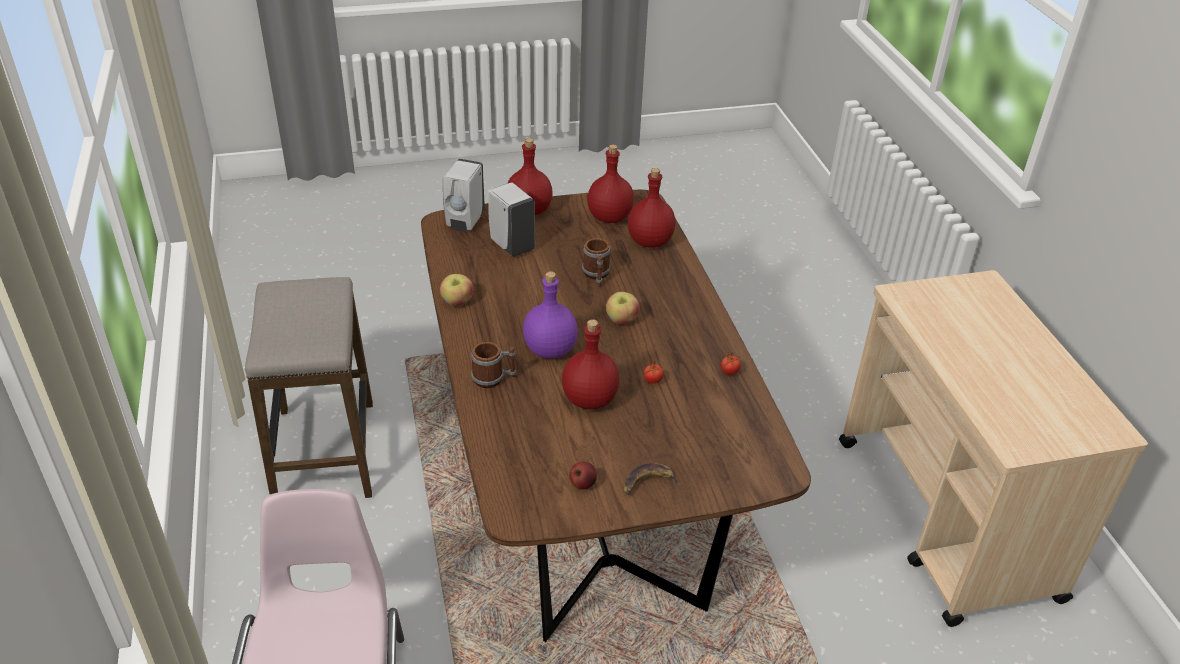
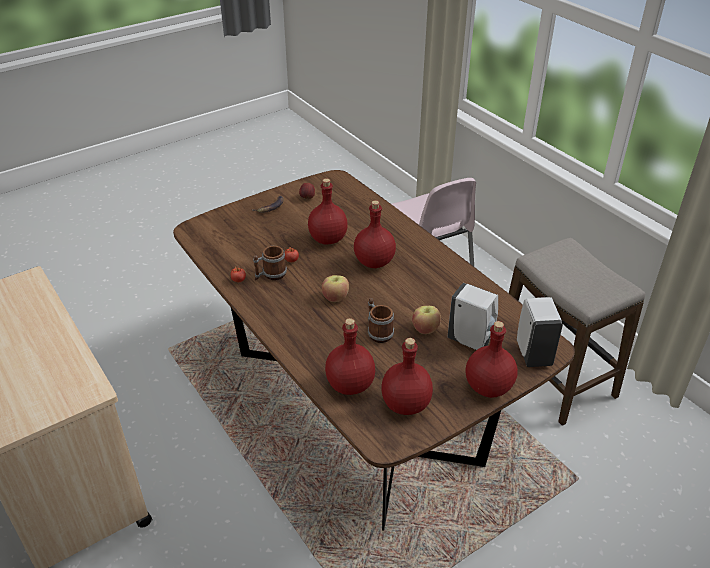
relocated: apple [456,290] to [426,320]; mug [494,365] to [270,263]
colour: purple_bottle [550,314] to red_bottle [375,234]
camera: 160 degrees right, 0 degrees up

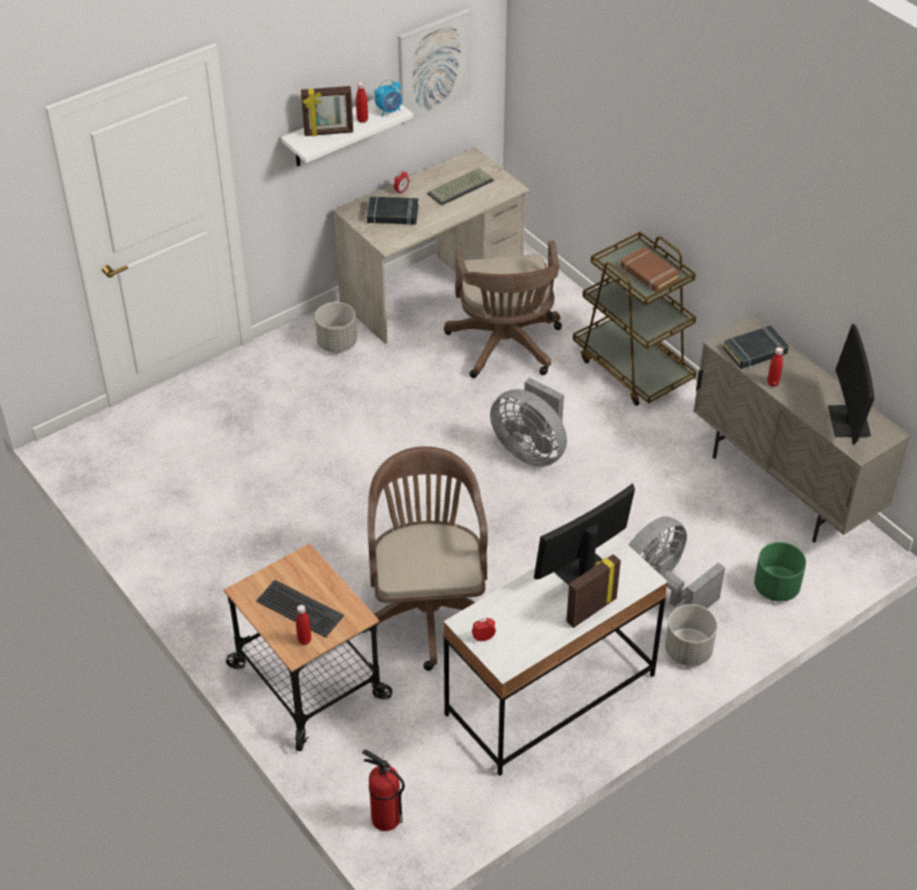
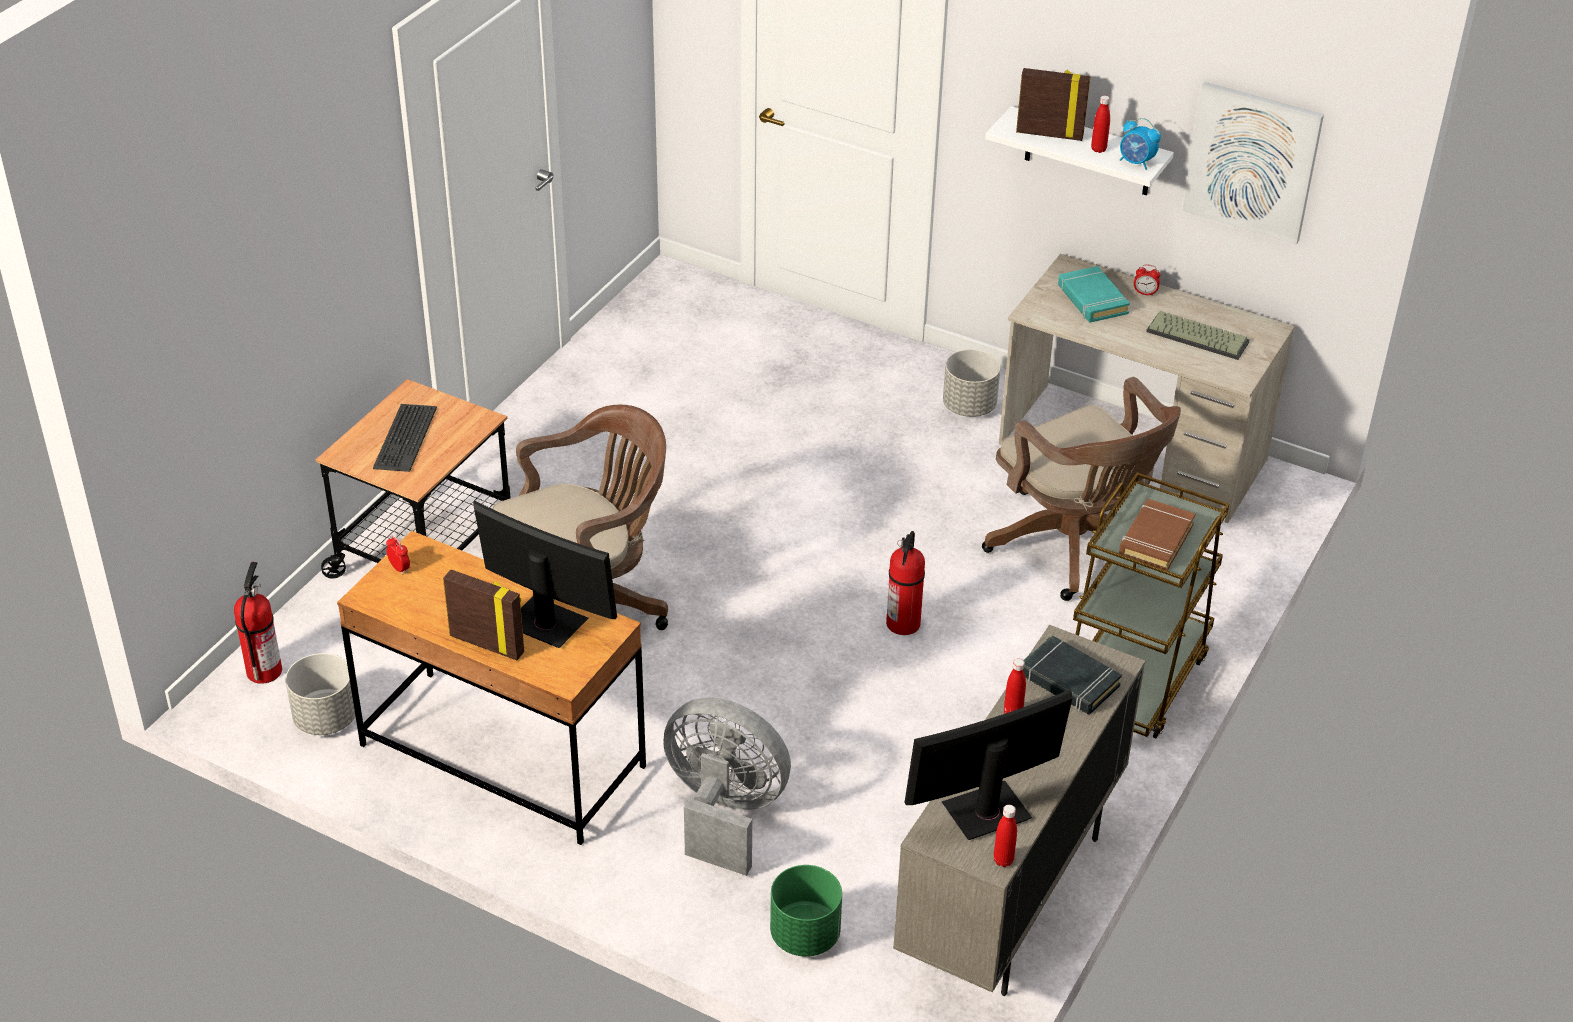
relocated: red_bottle [303,625] to [1005,836]; grey_planter [691,635] to [320,694]
exchanged: grey_fan [528,422] to fire_extinguisher [905,583]
colour: black_book [392,211] to turquoise_book [1094,294]; white_desk [555,655] to brown_desk [491,688]
spun: picture_frame [327,111] = [1053,104] 135 degrees clockwise; brown_office_chair [503,309] = [1081,489] 90 degrees counterclockwise
camera: 65 degrees right, 5 degrees down

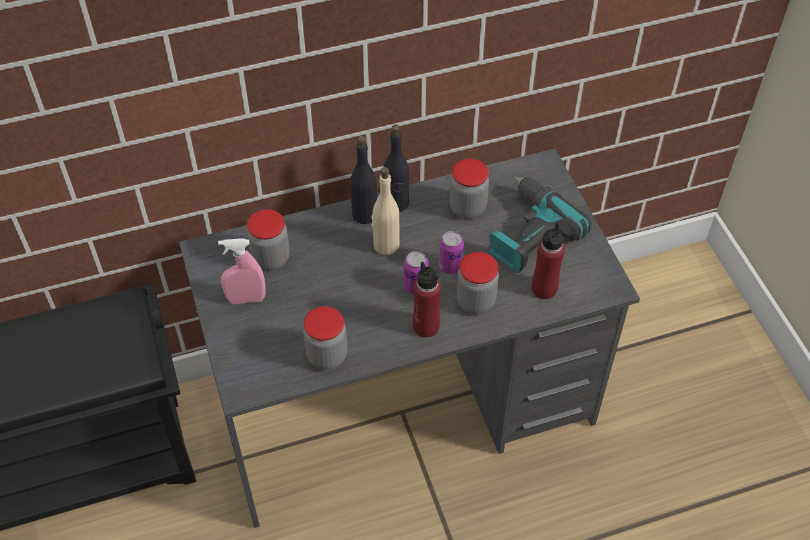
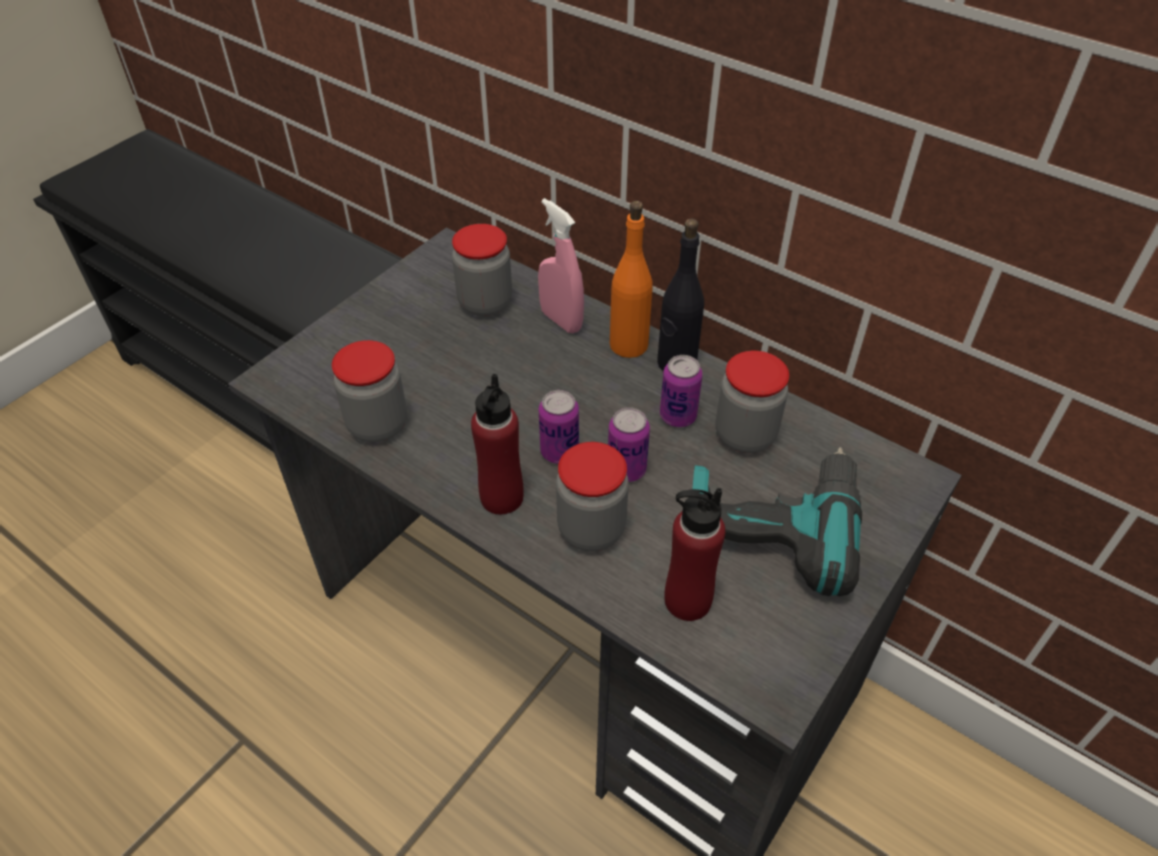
missing: beige_bottle [386,211]
appeared: can [681,391]
relocated: pink_spray_bottle [242,271] to [561,265]
colour: black_bottle [363,180] to orange_bottle [631,279]
camera: 55 degrees right, 5 degrees down

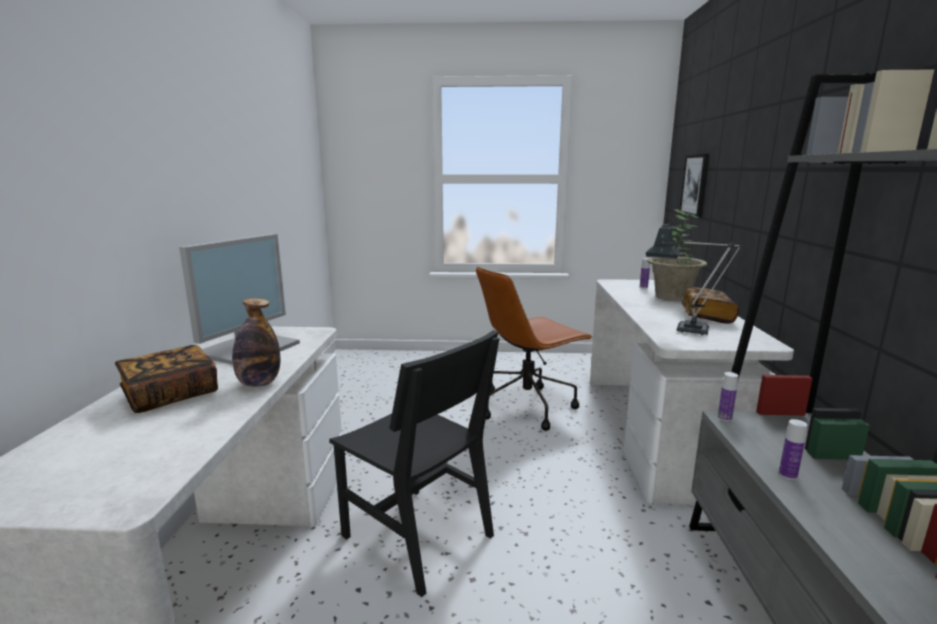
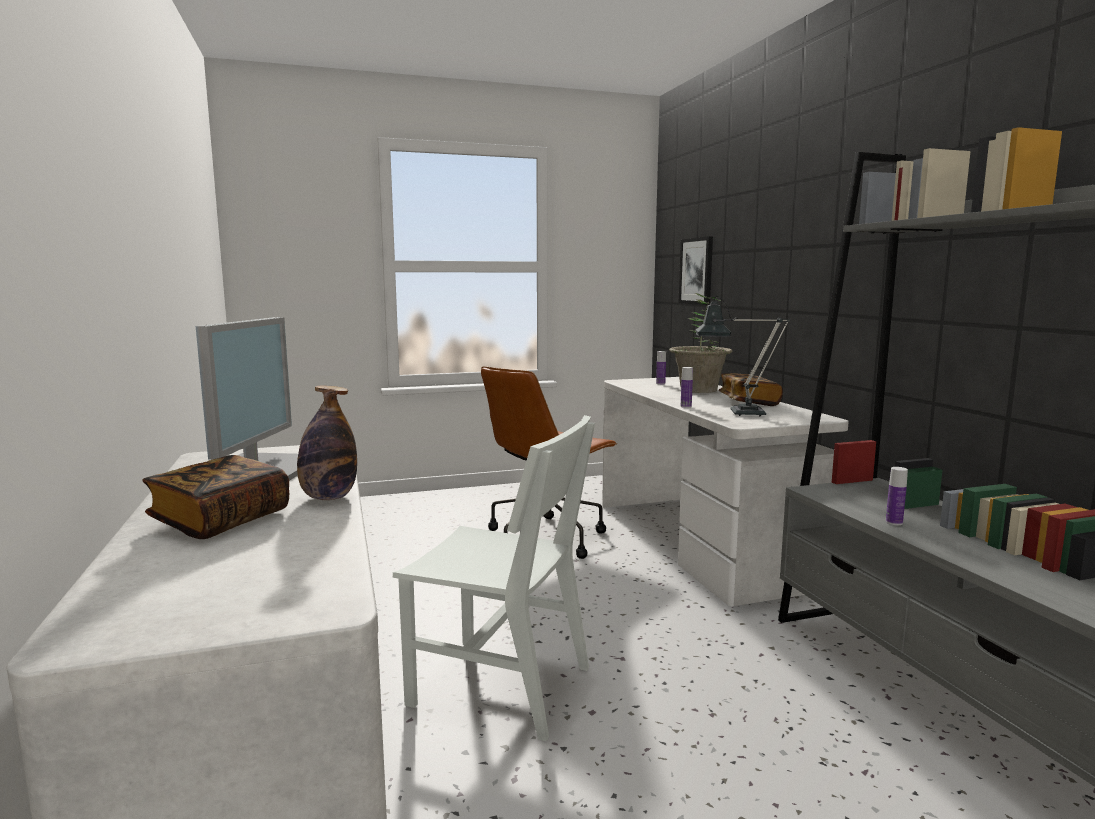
relocated: bottle [728,396] to [687,387]
colour: black_chair [414,463] to white_chair [494,578]
camera: 20 degrees left, 5 degrees down

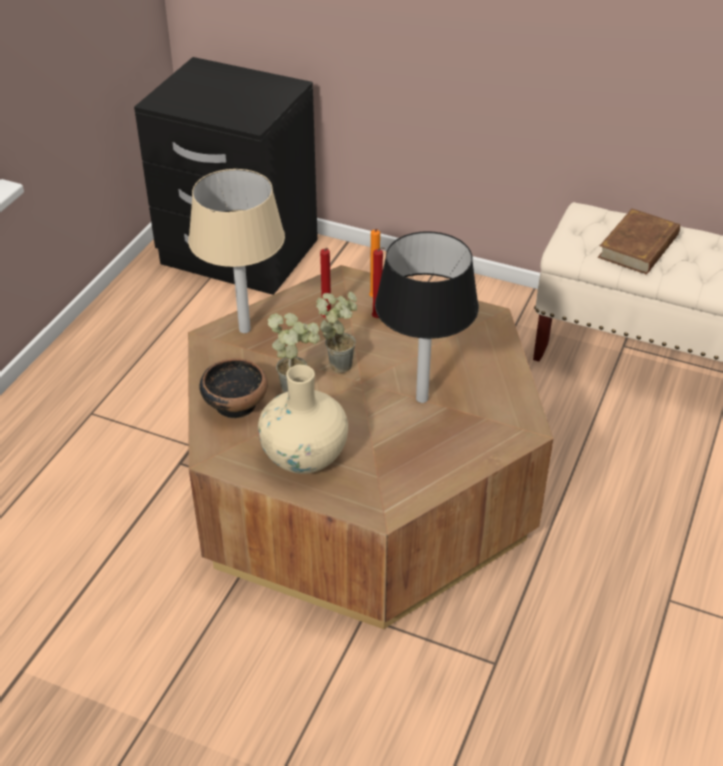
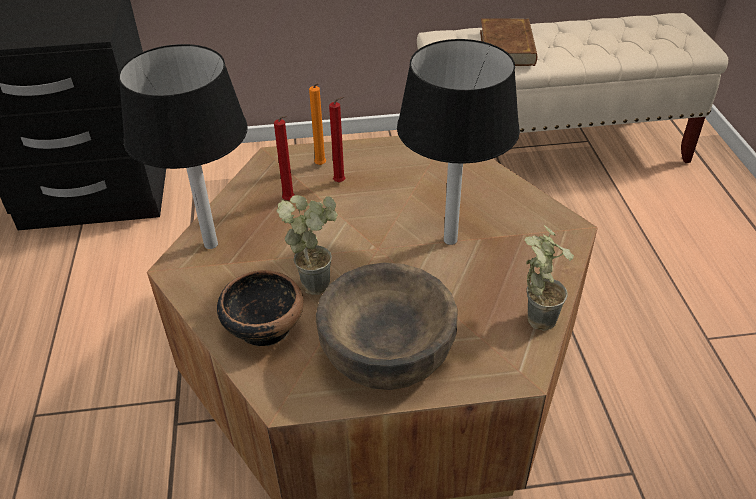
relocated: potted_plant [336,332] to [549,278]
exchanged: beige_vase [303,419] to brown_bowl [387,326]
colour: beige_table_lamp [236,251] to black_table_lamp [183,146]
camera: 30 degrees left, 0 degrees up

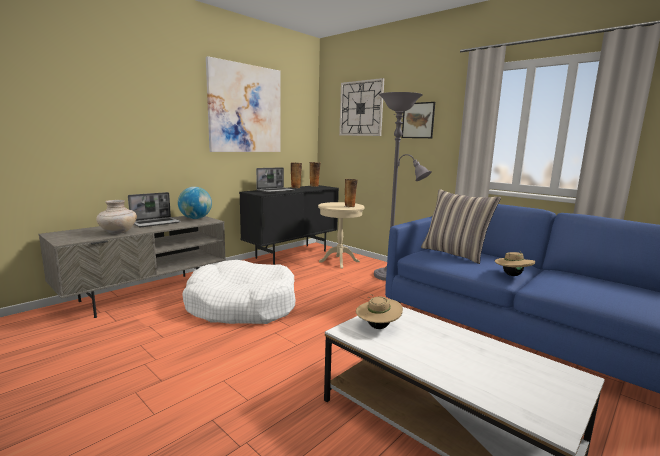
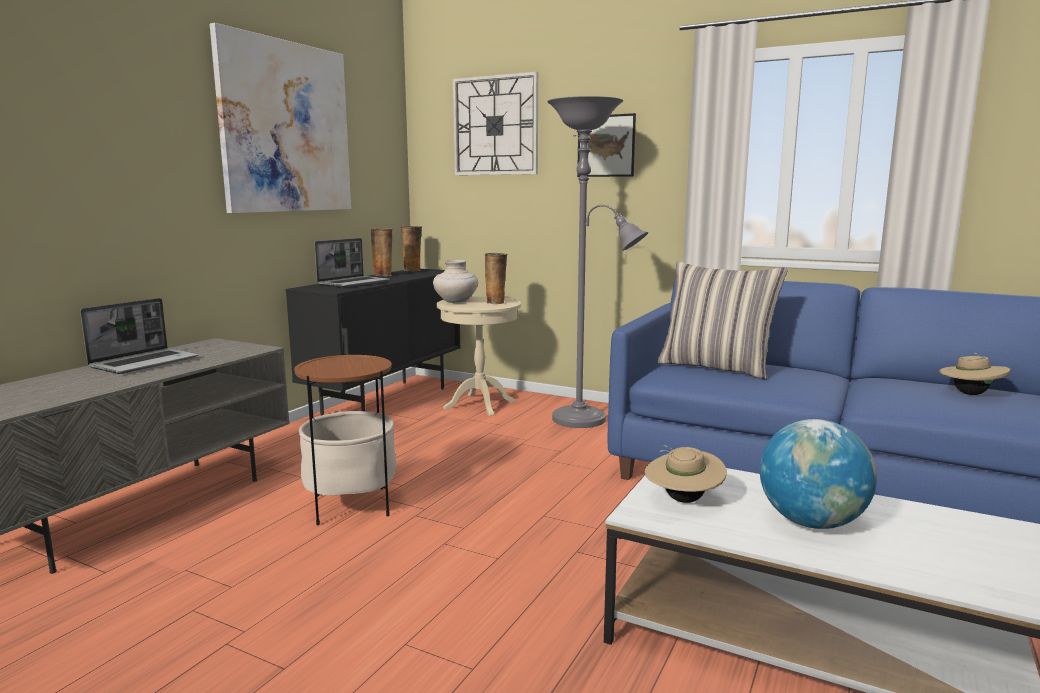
relocated: beige_vase [116,217] to [455,281]; globe [195,203] to [818,474]; beige_hat [515,263] to [975,373]
exchanged: white_dog_bed [238,292] to side_table [345,440]
camera: 15 degrees left, 0 degrees up

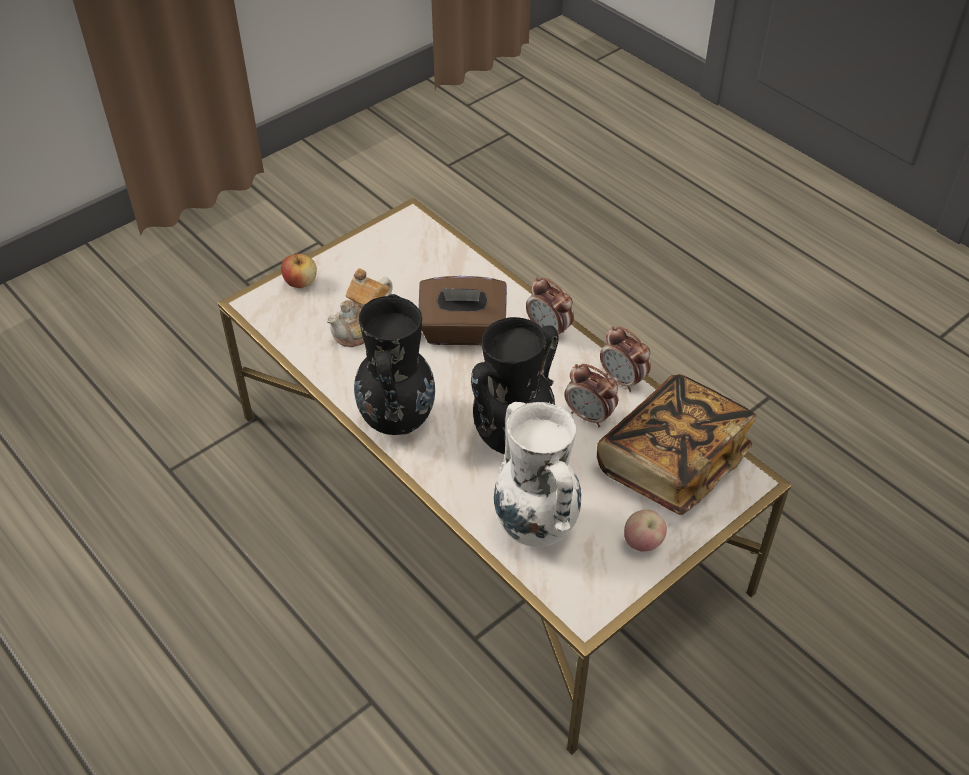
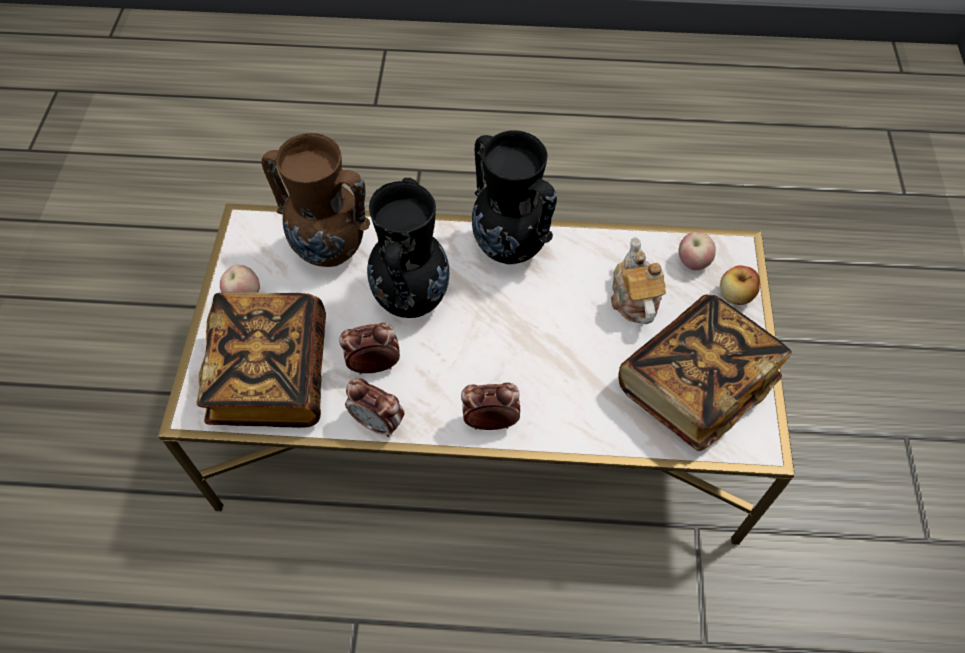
missing: brown_tissue_box [463,310]
appeared: book [705,373]; apple [697,251]
colour: white_vase [537,474] to brown_vase [315,200]
spun: alarm_clock [625,359] = [375,407] 150 degrees counterclockwise
camera: 135 degrees right, 10 degrees up

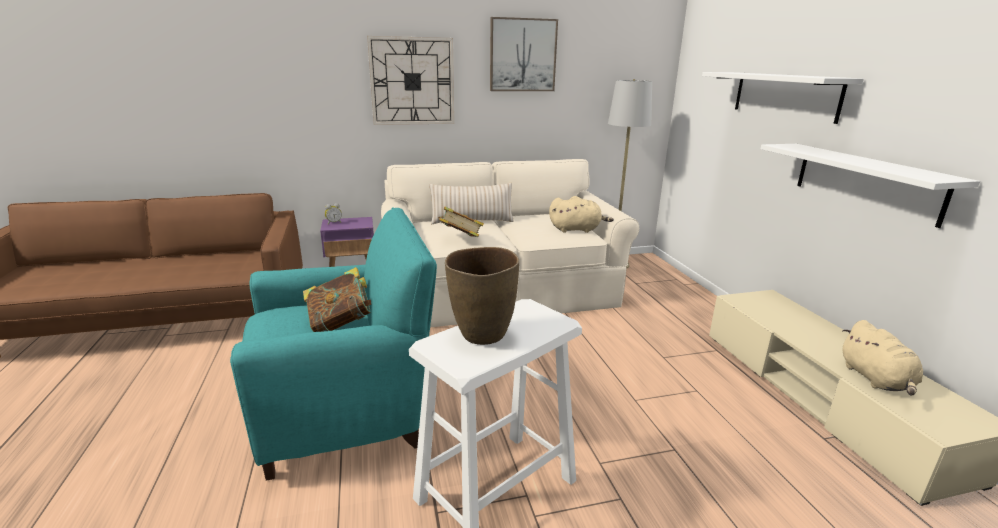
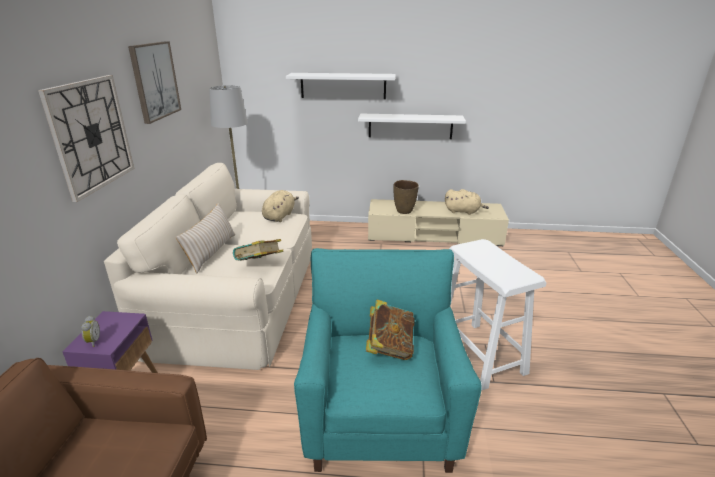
relocated: brown_vase [482,296] to [406,197]
camera: 70 degrees left, 5 degrees up

